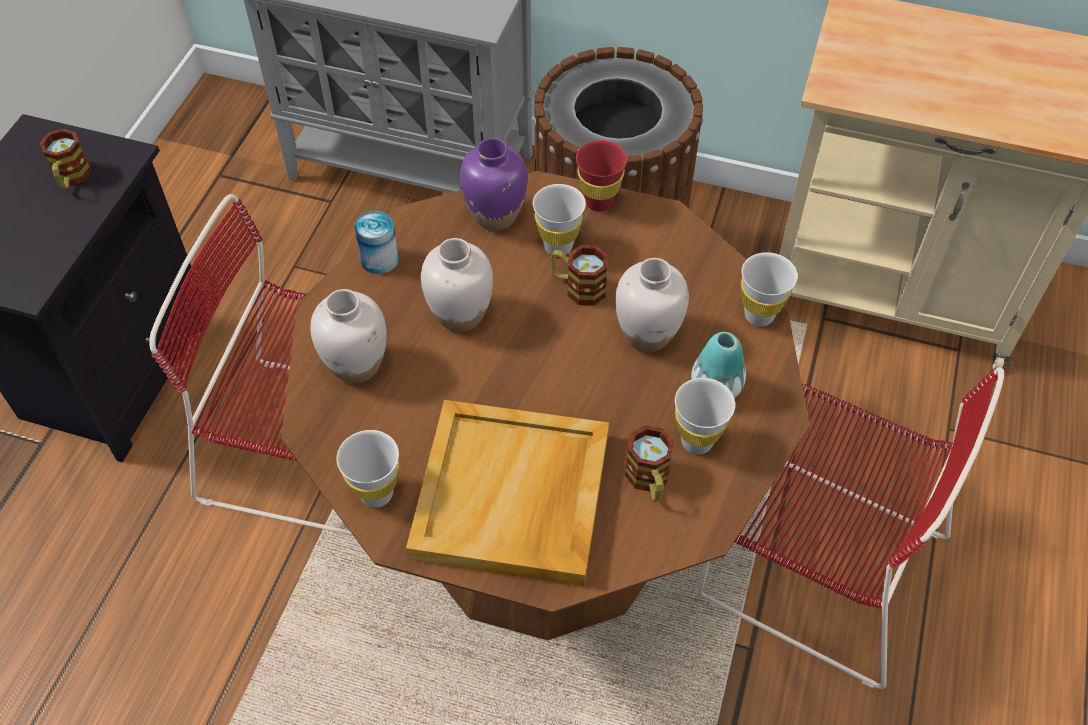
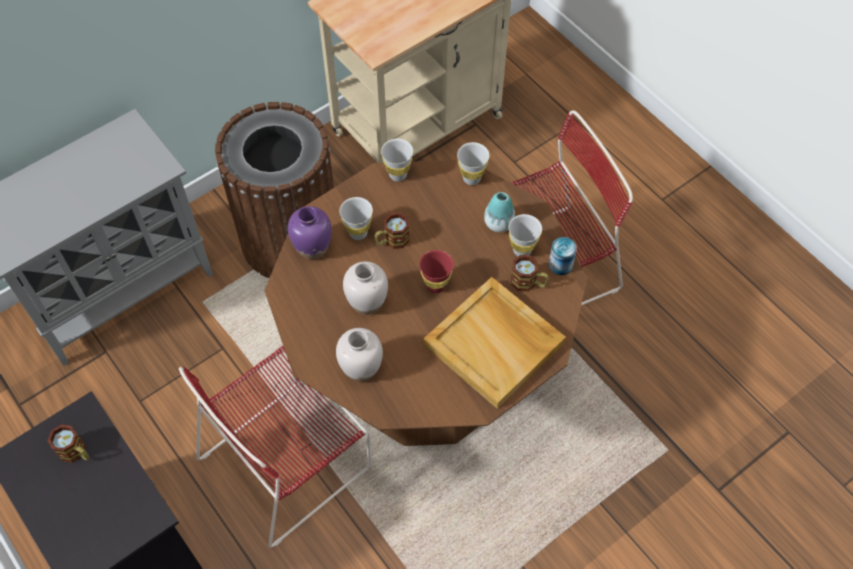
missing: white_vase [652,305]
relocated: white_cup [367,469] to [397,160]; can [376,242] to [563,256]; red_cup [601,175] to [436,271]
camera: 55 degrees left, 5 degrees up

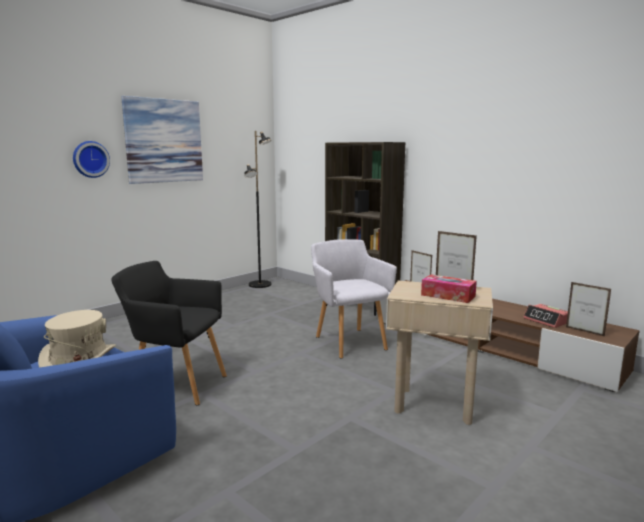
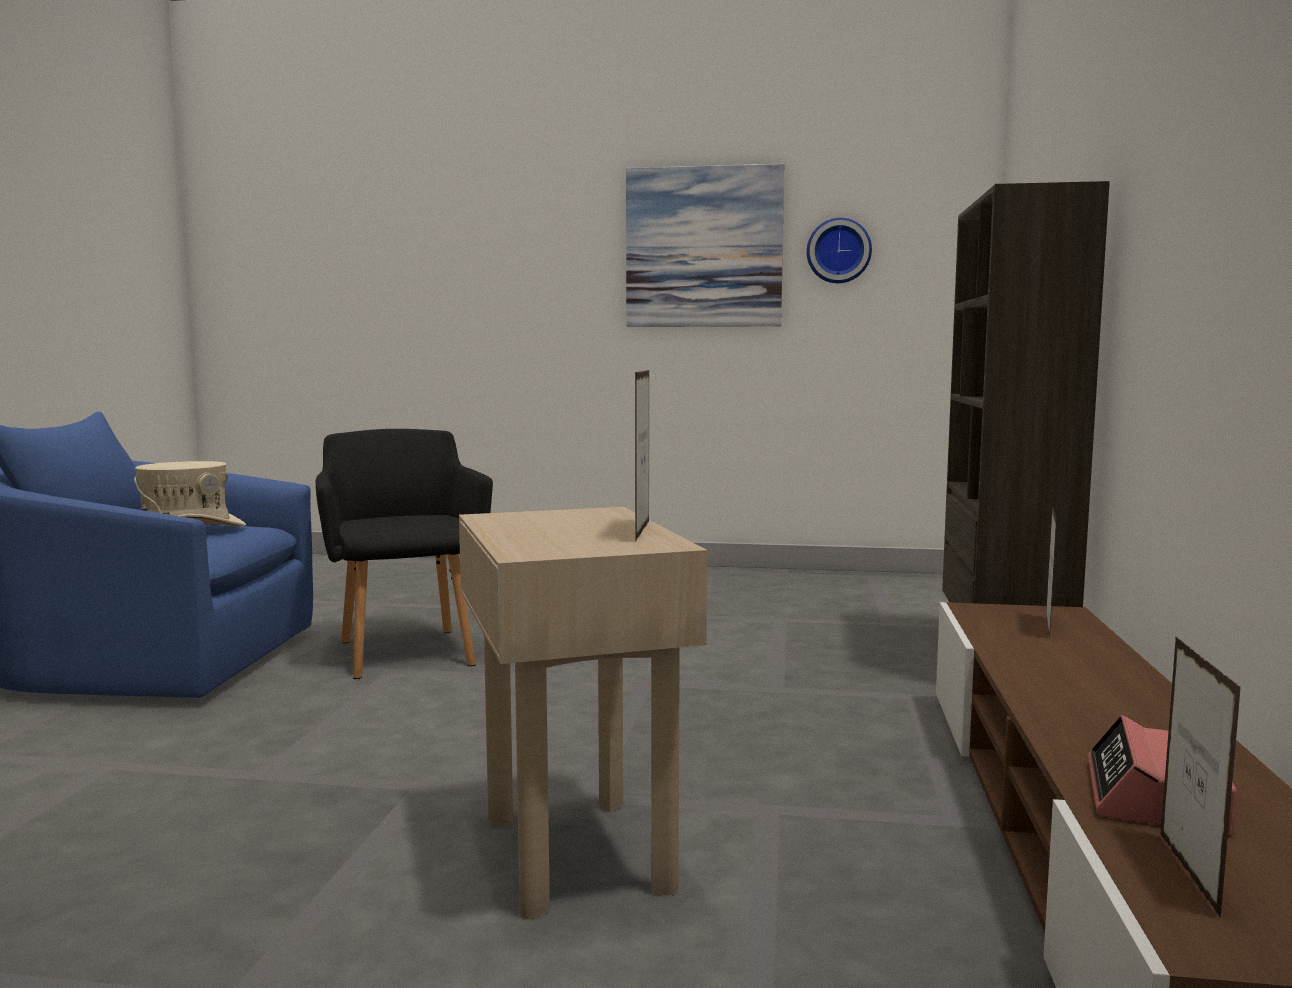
missing: black_floor_lamp [258,209]; grey_armchair [354,298]; tissue_box [449,288]
relocated: wall_clock [91,159] to [839,250]
camera: 55 degrees right, 5 degrees down

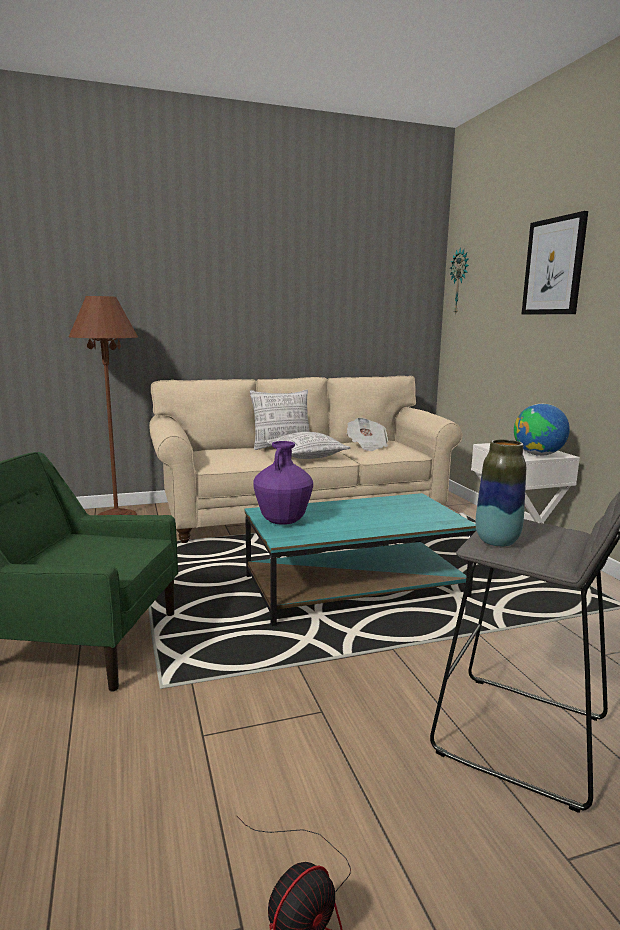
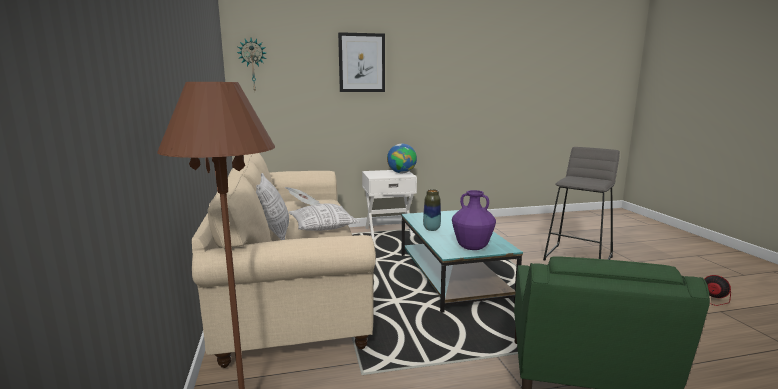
relocated: vase [500,493] to [432,210]
camera: 85 degrees left, 0 degrees up

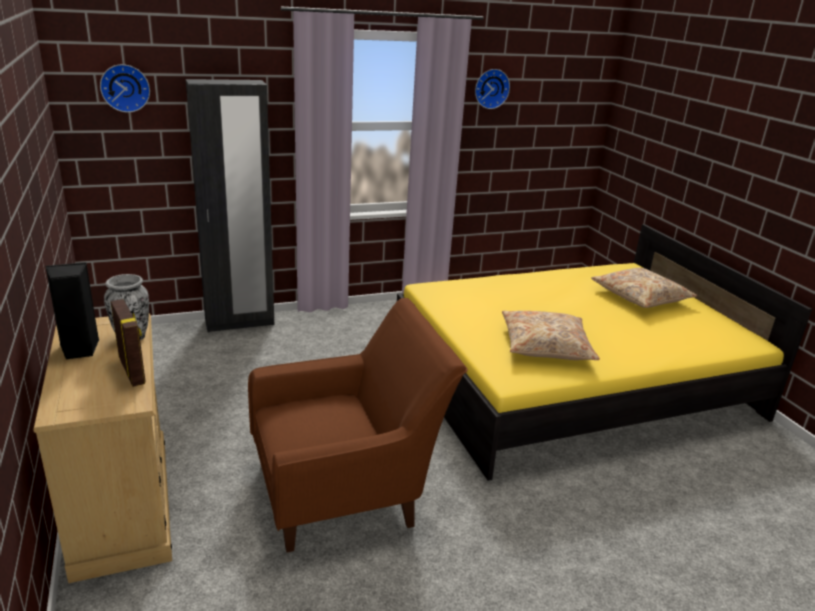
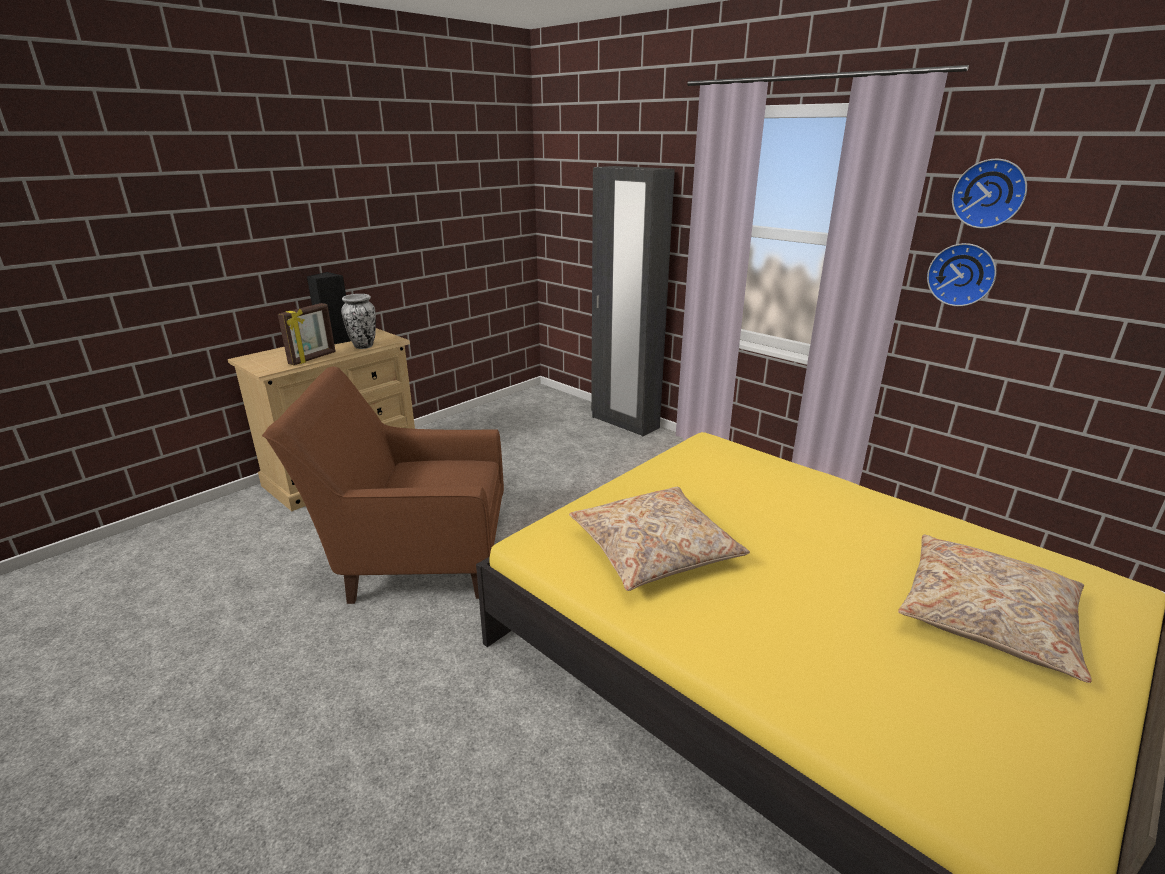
relocated: wall_clock [125,88] to [962,274]
spun: brown_armchair [358,425] = [383,485] 135 degrees clockwise
camera: 65 degrees right, 0 degrees up

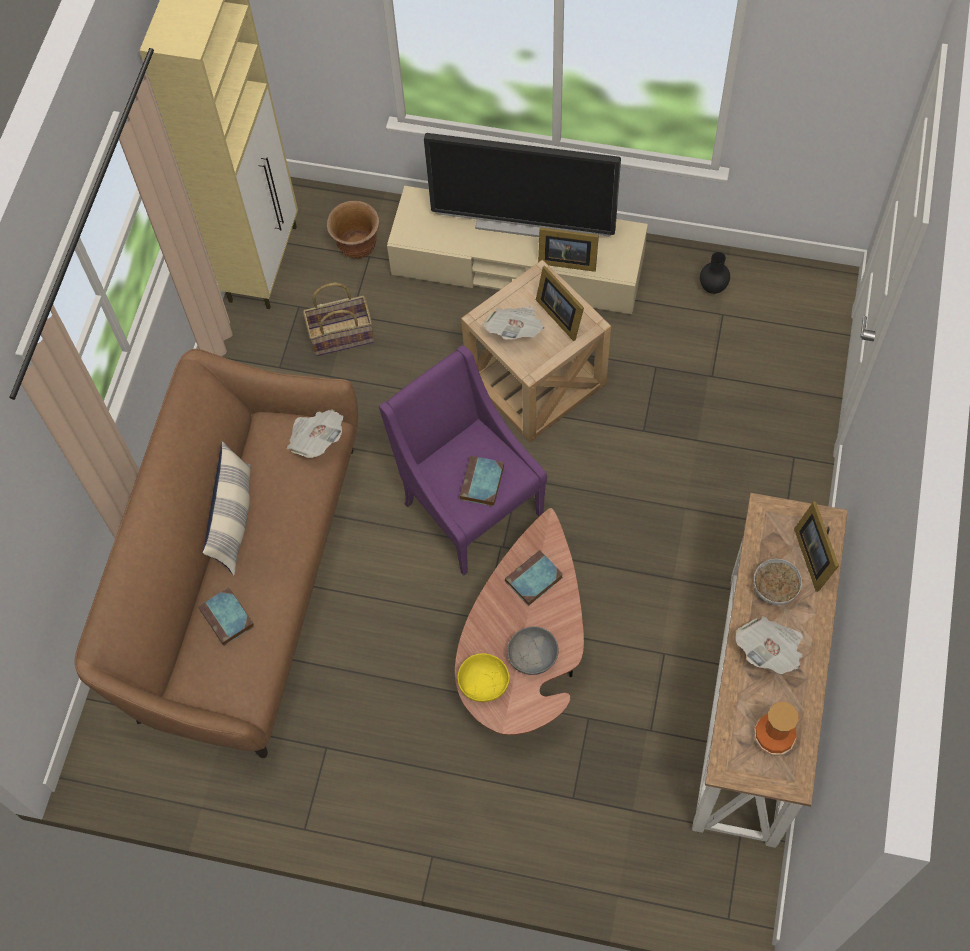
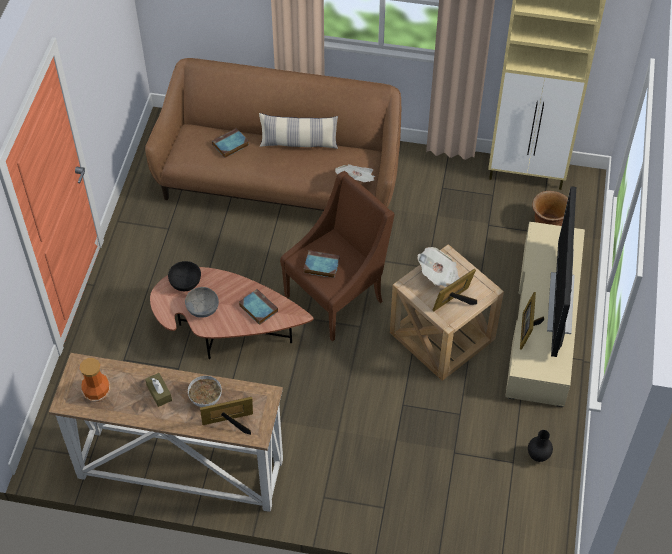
missing: basket [338,319]
exchanged: newspaper [769,645] to brown_tissue_box [158,390]
colour: purple_armchair [463,460] to brown_armchair [337,256]; yellow_bowl [484,677] to black_bowl [184,276]
camera: 85 degrees right, 10 degrees down

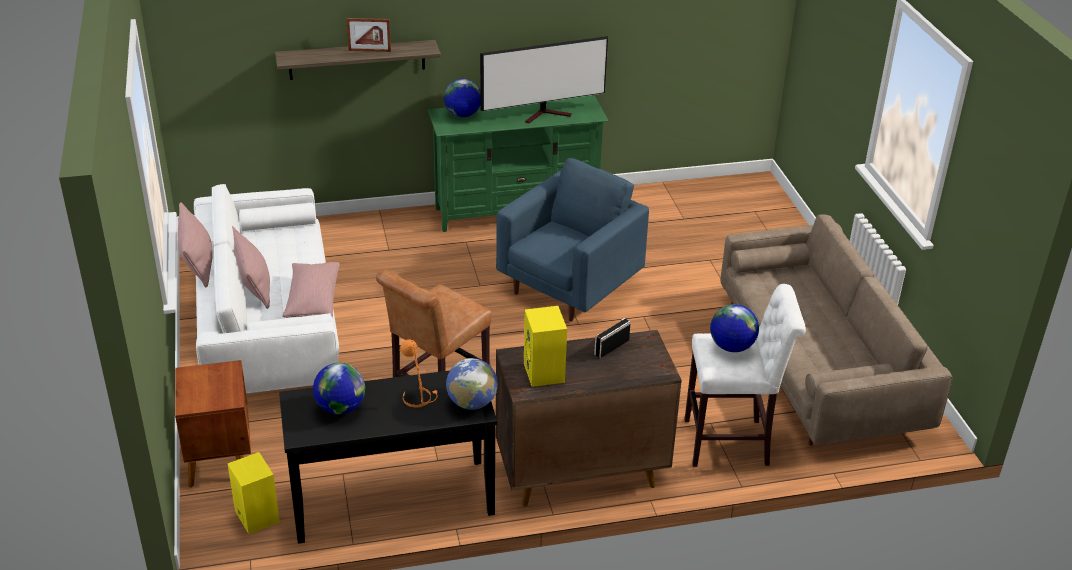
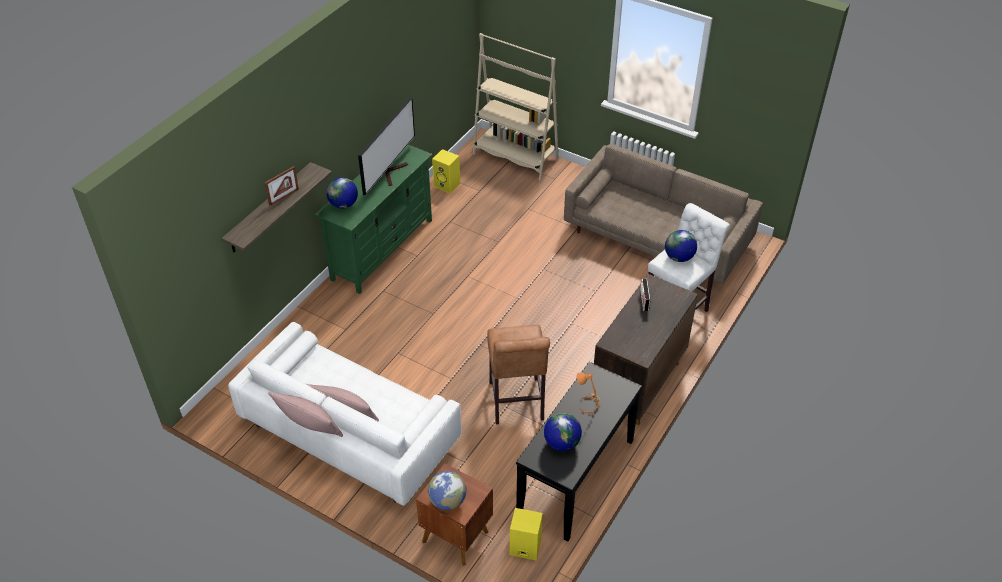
missing: pink_pillow [311,290]; blue_armchair [572,240]
appeared: beige_bookcase [516,106]
relocated: globe [472,384] to [447,490]; yellow_speaker [545,346] to [446,171]
camera: 45 degrees left, 10 degrees up

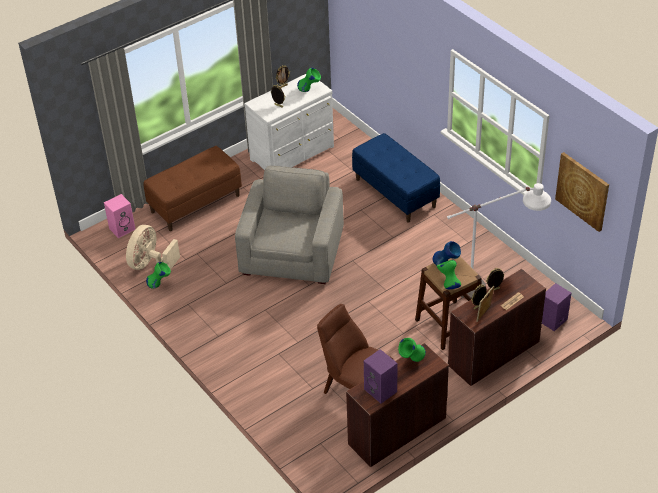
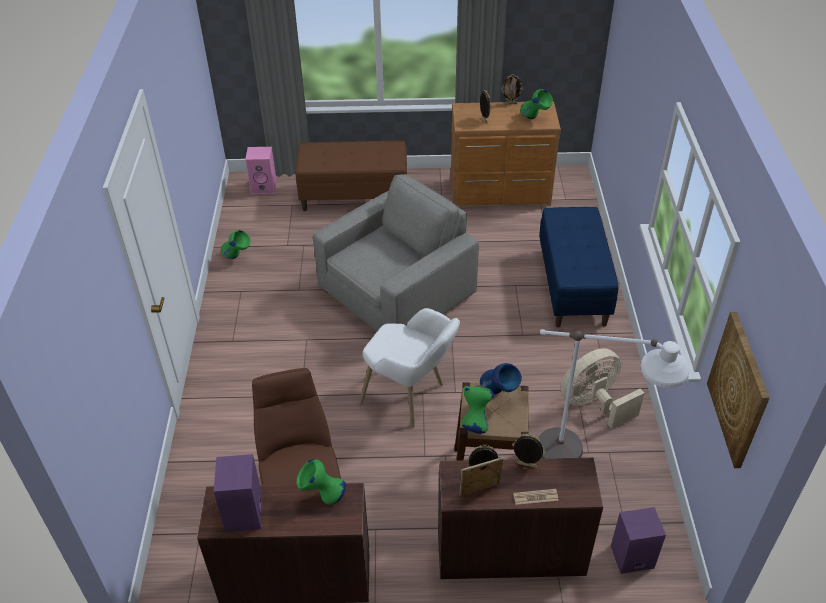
appeared: white_armchair [409,368]
relocated: beige_fan [153,247] to [602,388]
colour: white_dresser [289,122] to brown_dresser [506,153]
camera: 35 degrees right, 0 degrees up

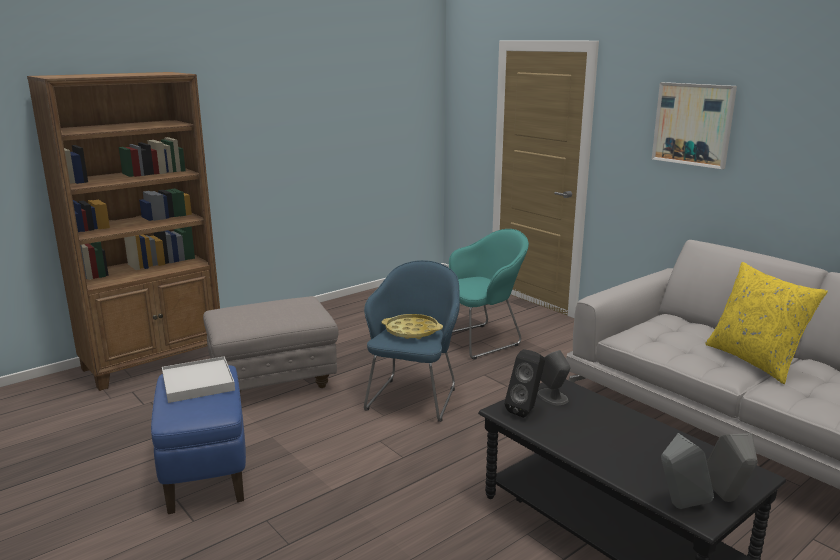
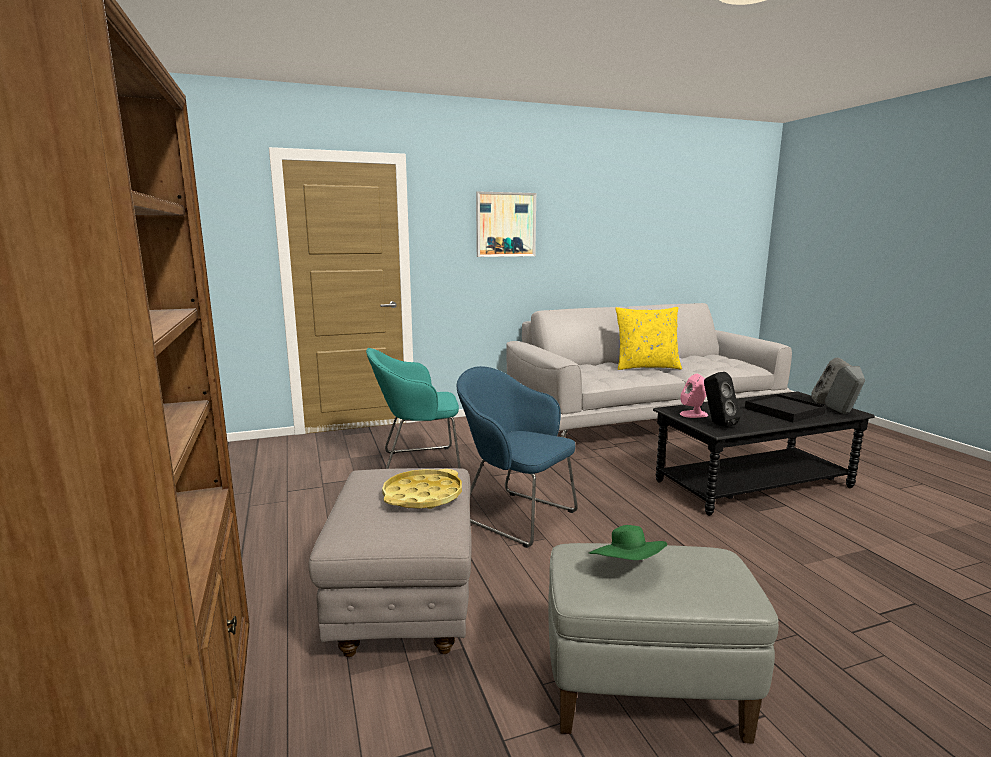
appeared: black_tray [785,408]
relocated: yellow_tray [412,326] to [422,489]
exchanged: white_tray [198,379] to green_hat [628,542]
colour: blue_ottoman [198,439] to grey_ottoman [663,643]; grey_speaker [554,377] to pink_speaker [694,396]
spun: turquoise_armchair [489,294] = [413,408] 90 degrees counterclockwise
camera: 70 degrees left, 5 degrees down

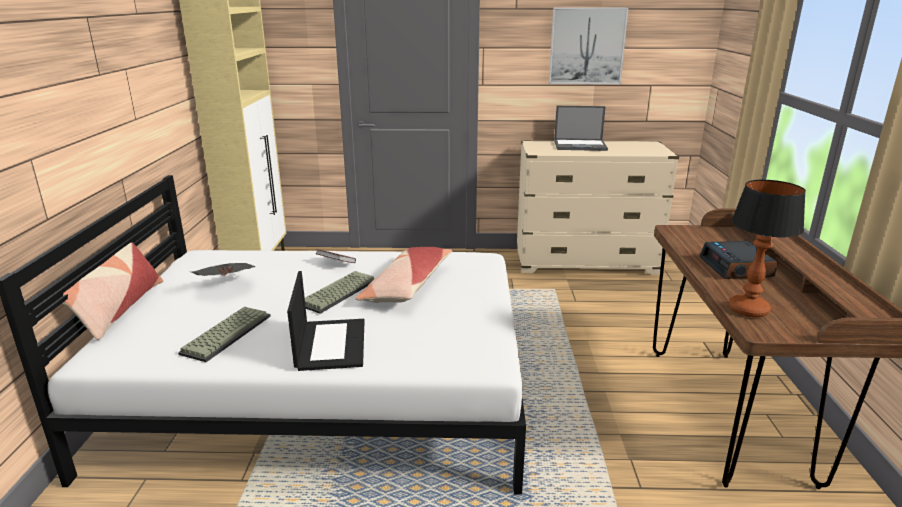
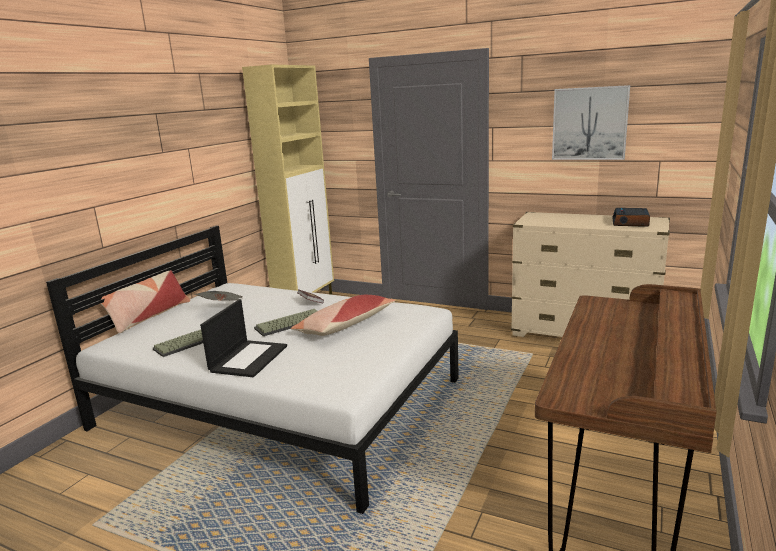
missing: laptop [581,128]; table_lamp [767,248]
relocated: alarm_clock [739,260] to [631,217]
camera: 25 degrees right, 5 degrees down

